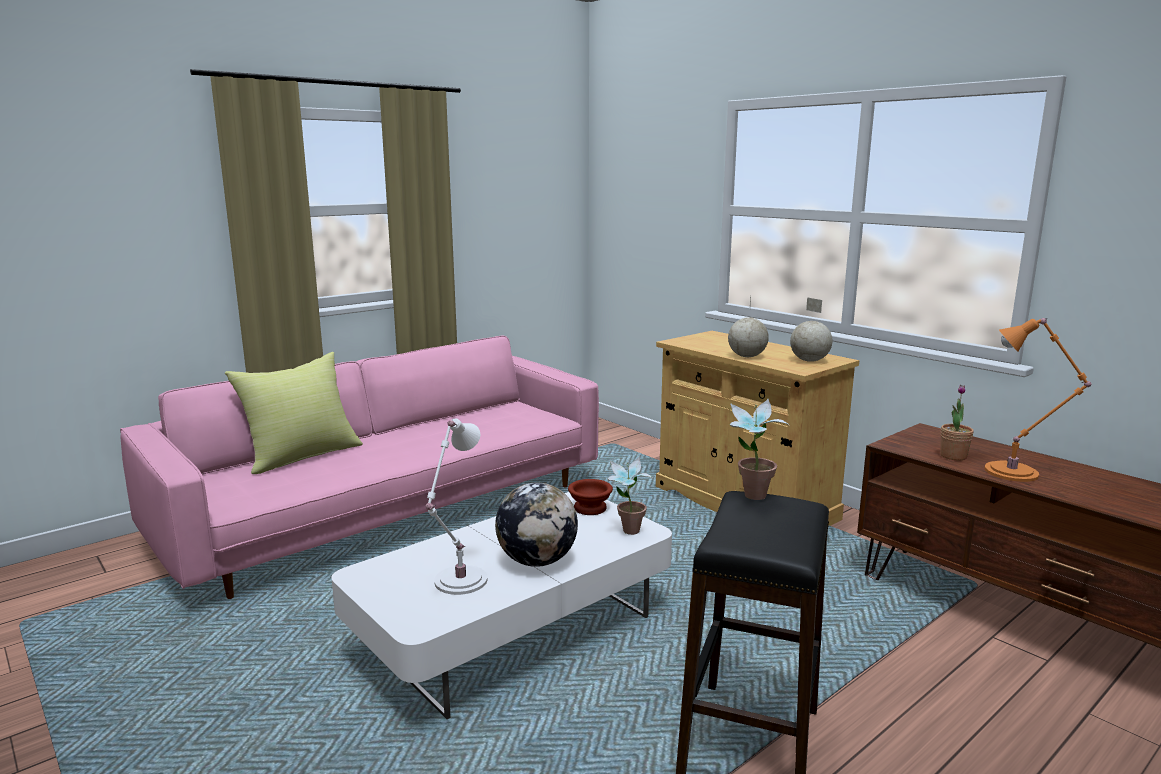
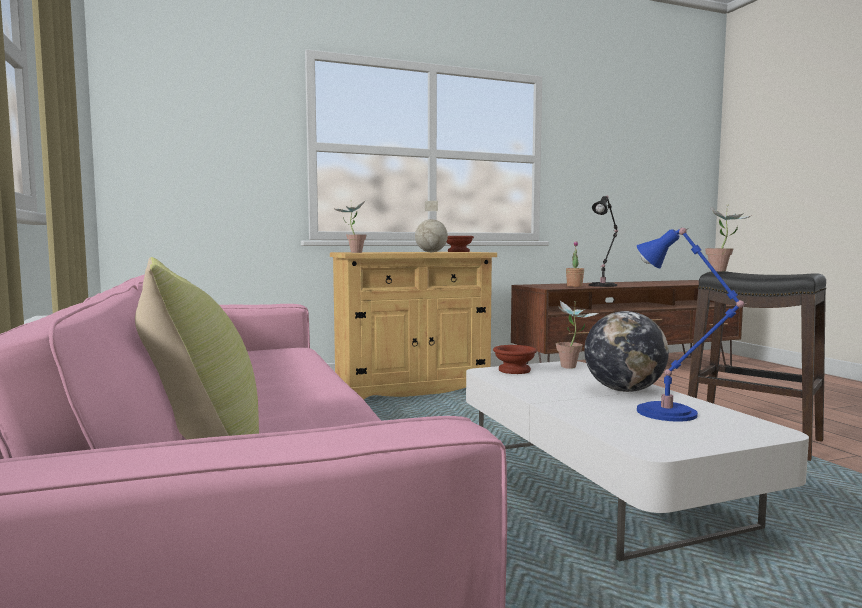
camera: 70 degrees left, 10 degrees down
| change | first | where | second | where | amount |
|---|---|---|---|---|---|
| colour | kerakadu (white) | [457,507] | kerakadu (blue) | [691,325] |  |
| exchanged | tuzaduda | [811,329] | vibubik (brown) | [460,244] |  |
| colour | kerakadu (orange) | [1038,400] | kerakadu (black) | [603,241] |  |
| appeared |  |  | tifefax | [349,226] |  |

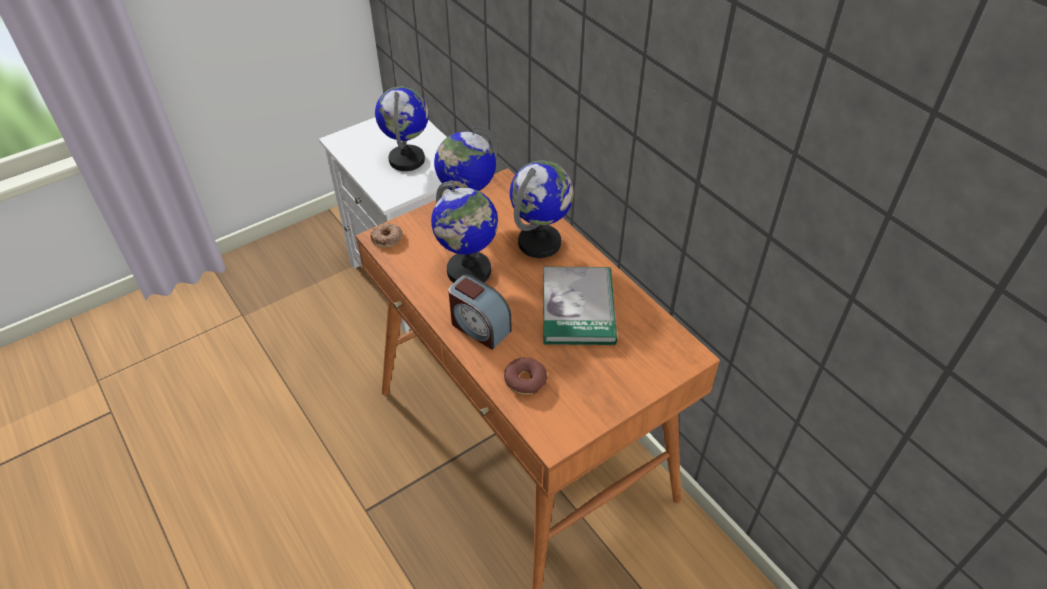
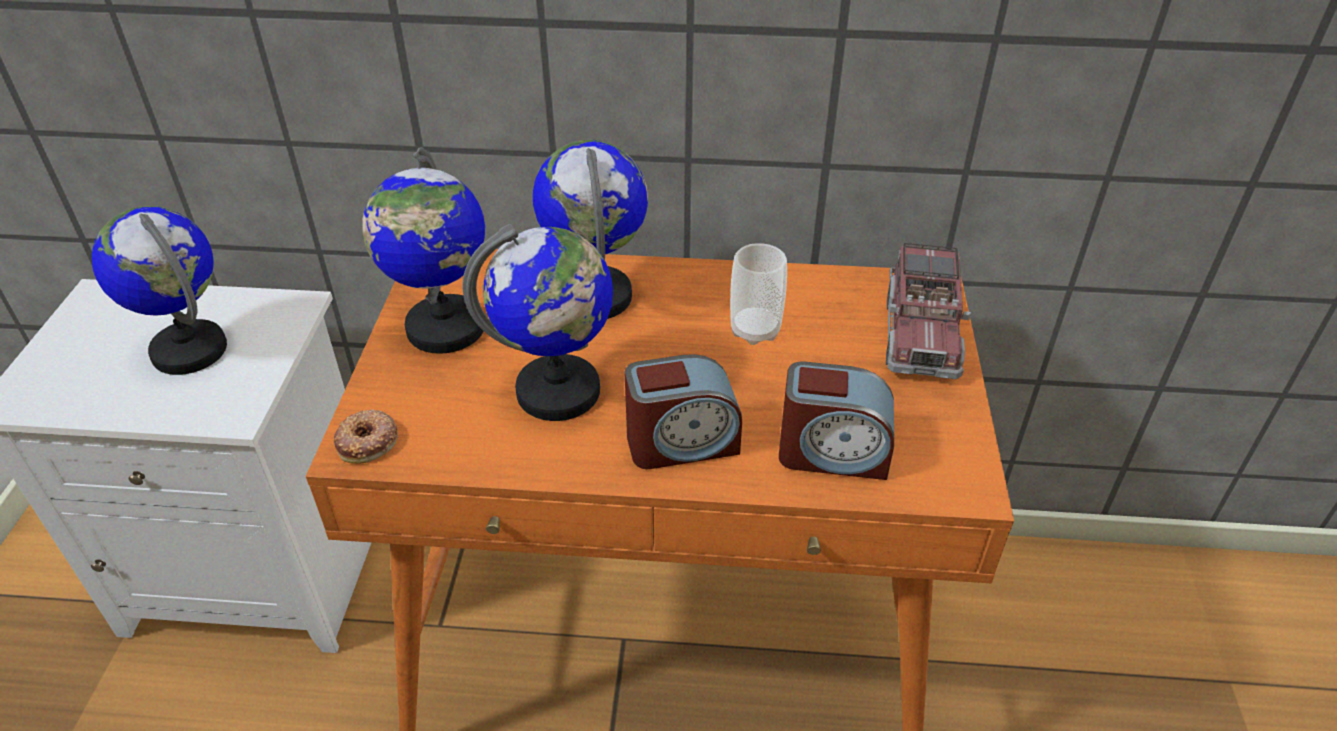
camera: 50 degrees left, 5 degrees down
| change | first | where | second | where | amount |
|---|---|---|---|---|---|
| exchanged | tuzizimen | [525,376] | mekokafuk | [836,420] |  |
| exchanged | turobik | [580,306] | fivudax | [758,294] |  |
| appeared |  |  | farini | [928,311] |  |

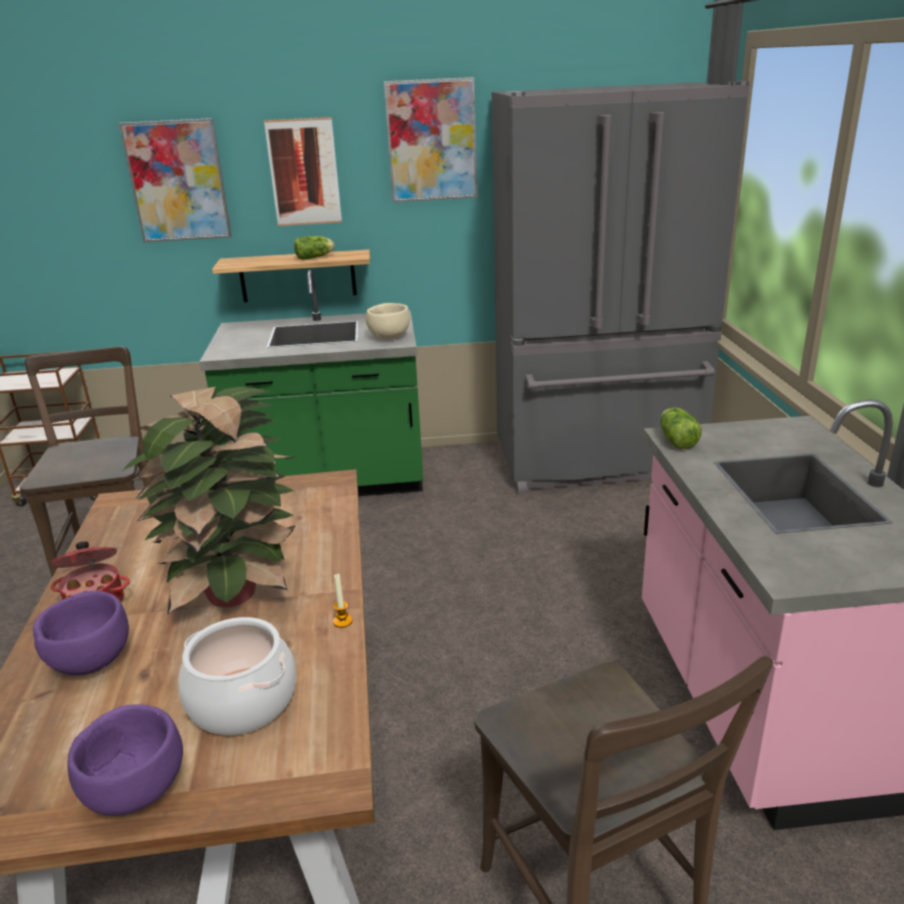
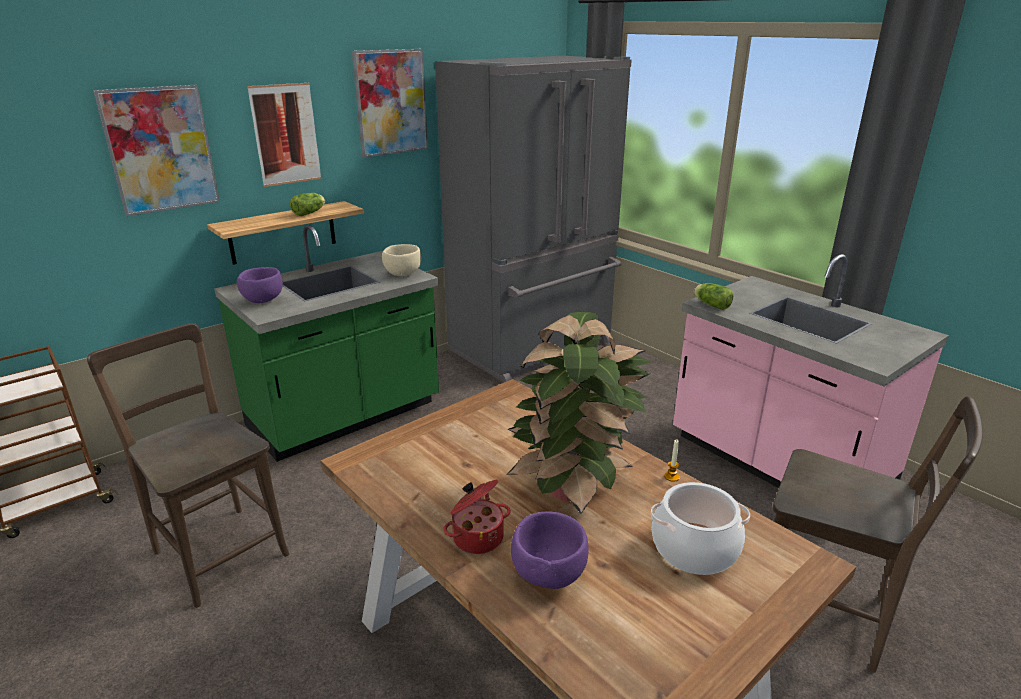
camera: 35 degrees left, 0 degrees up
| change | first | where | second | where | amount |
|---|---|---|---|---|---|
| relocated | vibubik (purple) | [125,760] |  | [260,285] |  |

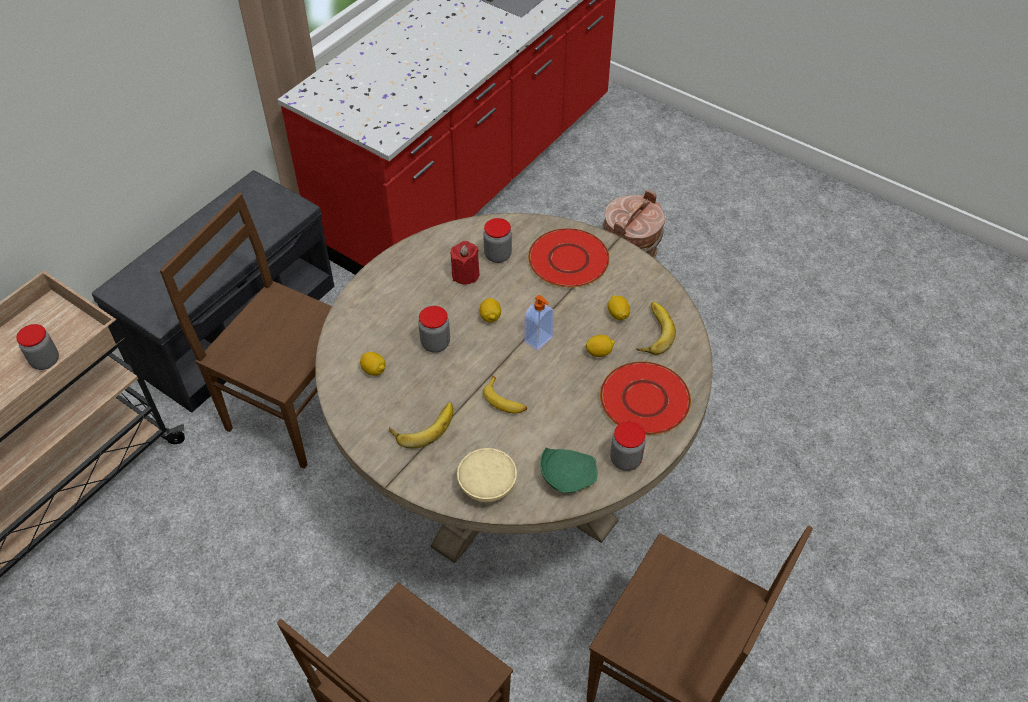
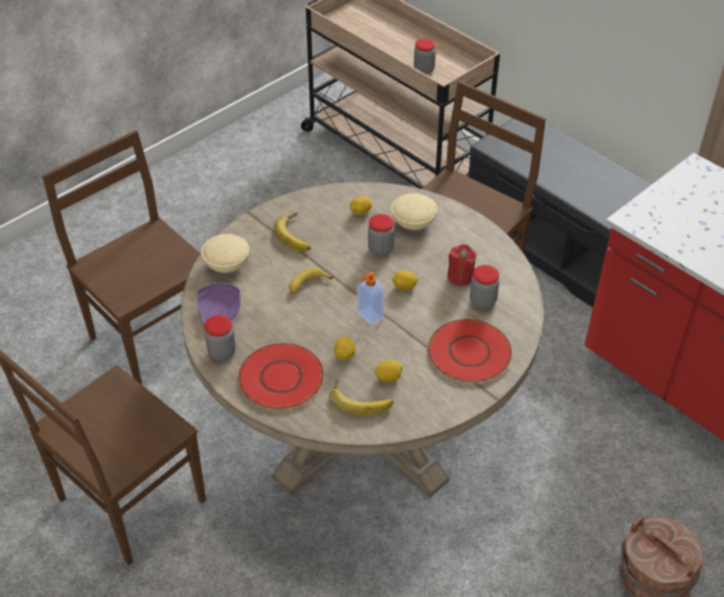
camera: 100 degrees right, 5 degrees down
| change | first | where | second | where | amount |
|---|---|---|---|---|---|
| colour | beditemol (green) | [569,470] | beditemol (purple) | [219,303] |  |
| appeared |  |  | vibubik (beige) | [414,211] |  |

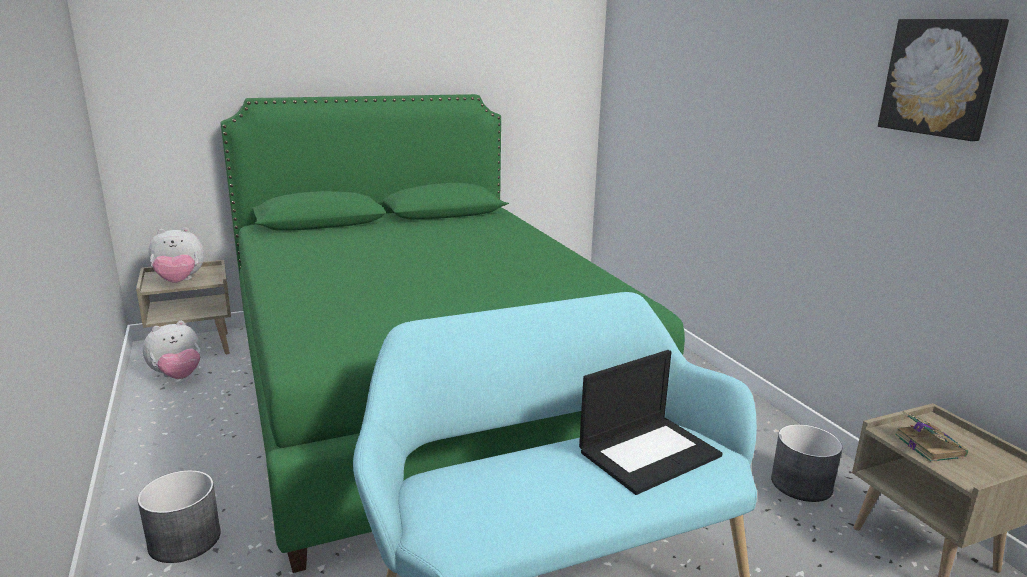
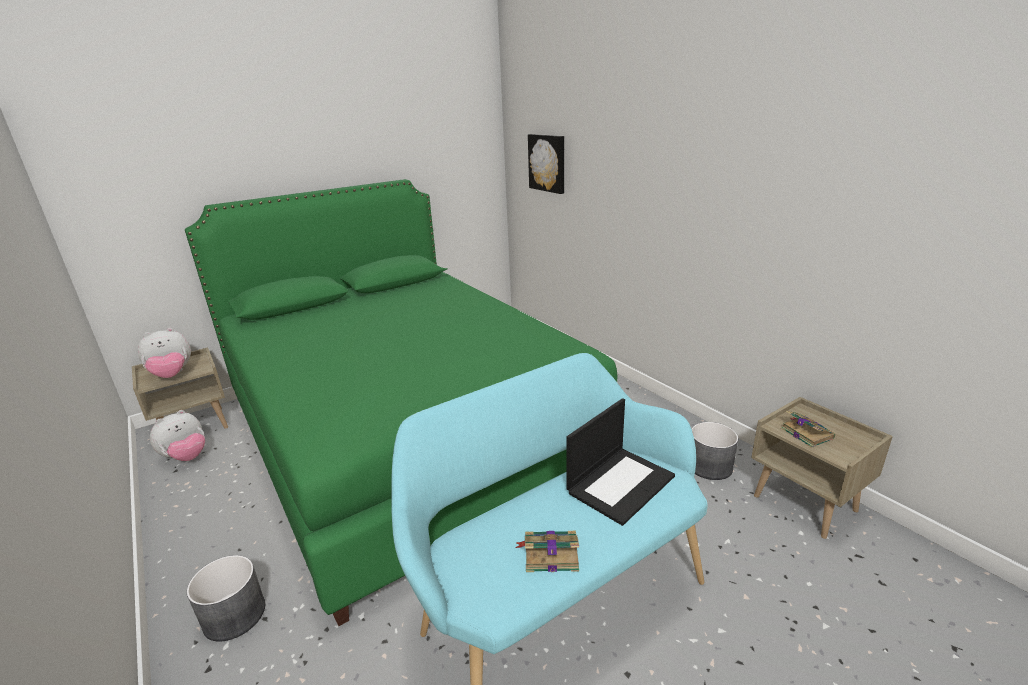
camera: 10 degrees left, 5 degrees up
| change | first | where | second | where | amount |
|---|---|---|---|---|---|
| relocated | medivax | [943,80] |  | [546,164] |  |
| appeared |  |  | turobik | [547,551] |  |

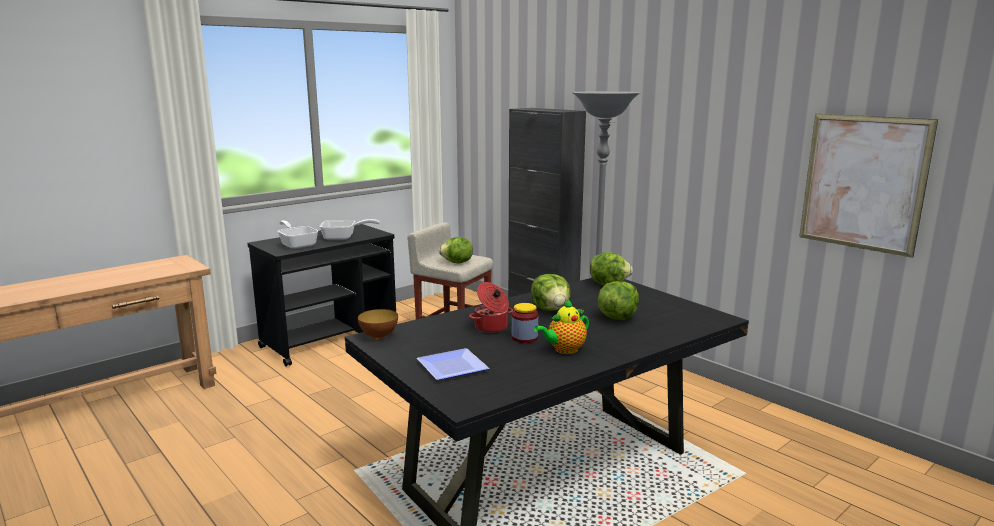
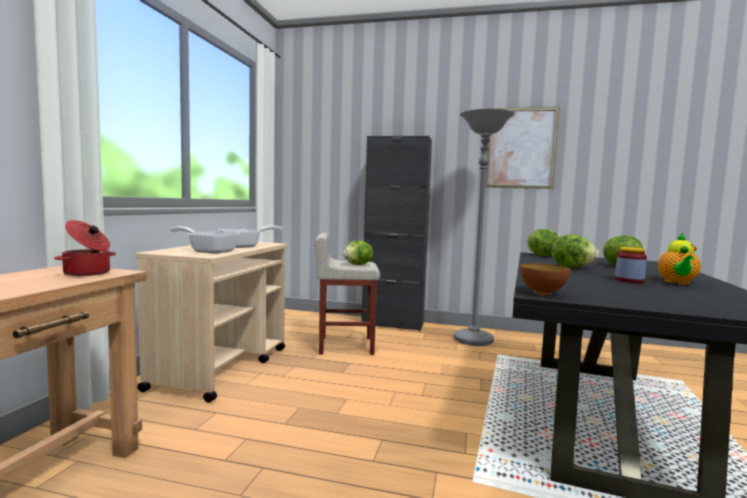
camera: 35 degrees left, 10 degrees down
| change | first | where | second | where | amount |
|---|---|---|---|---|---|
| colour | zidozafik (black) | [321,295] | zidozafik (beige) | [211,322] |  |
| missing | beditemol | [453,364] |  |  |  |
| relocated | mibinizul | [491,307] |  | [85,248] |  |
| relocated | medivax | [868,186] |  | [522,148] |  |

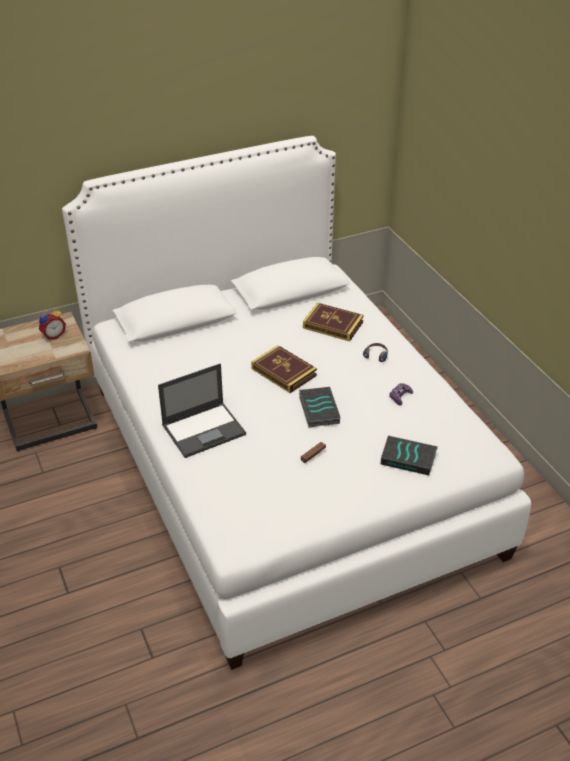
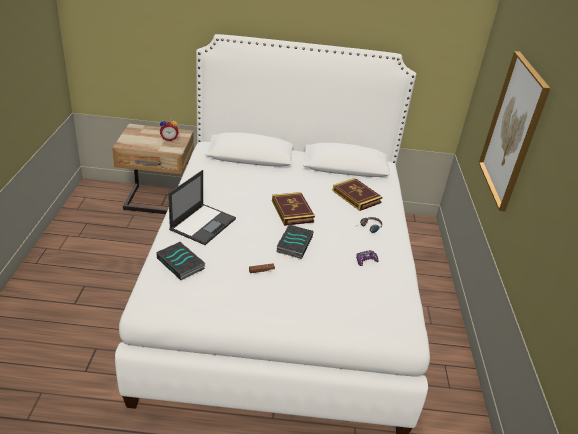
camera: 25 degrees right, 5 degrees down
| change | first | where | second | where | amount |
|---|---|---|---|---|---|
| spun | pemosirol | [202,410] |  | [202,207] | 60 degrees counterclockwise |
| relocated | turobik | [409,455] |  | [180,261] |  |
| appeared |  |  | medivax | [515,131] |  |

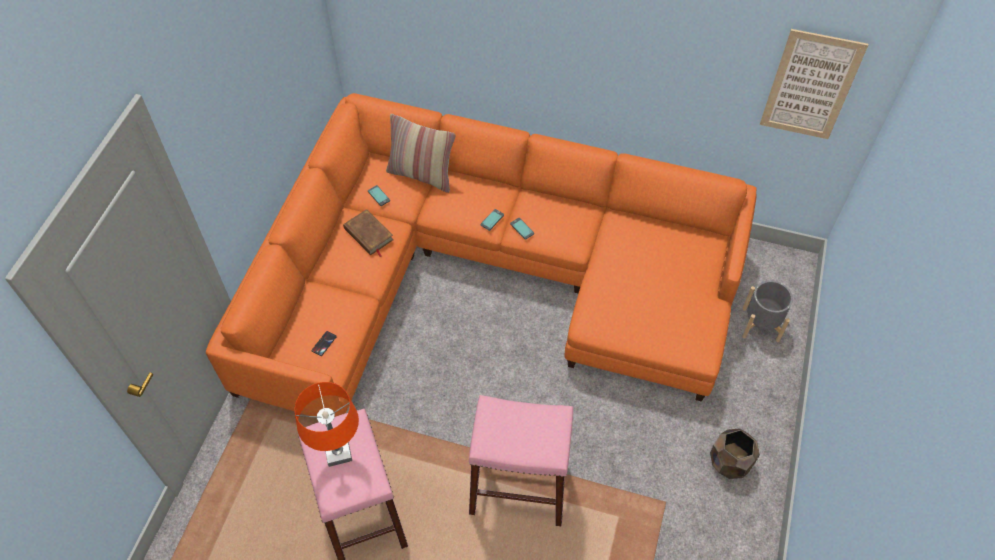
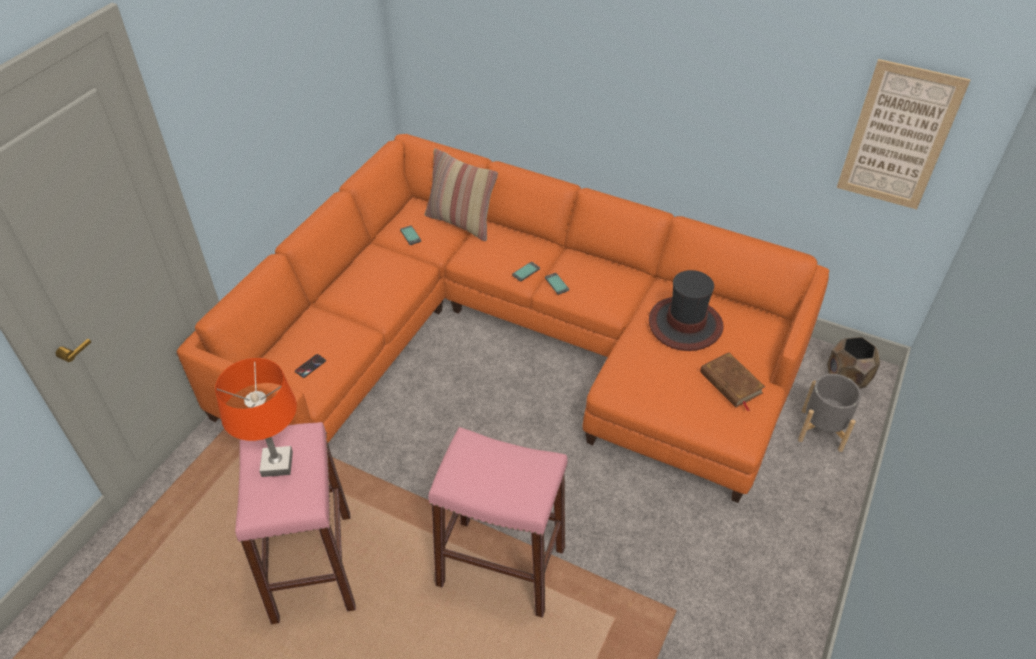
camera: 10 degrees right, 10 degrees down
| change | first | where | second | where | amount |
|---|---|---|---|---|---|
| relocated | turobik (brown) | [368,233] |  | [732,381] |  |
| relocated | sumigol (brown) | [735,453] |  | [853,363] |  |
| appeared |  |  | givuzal | [686,310] |  |

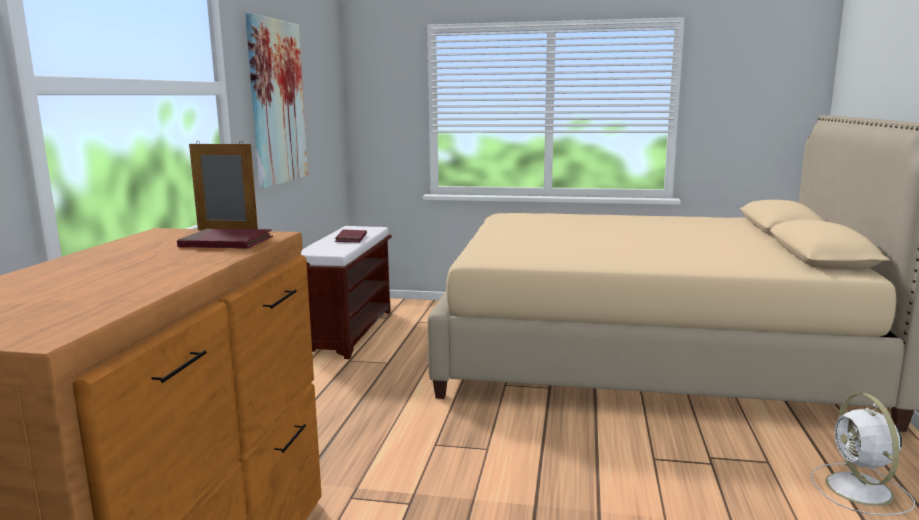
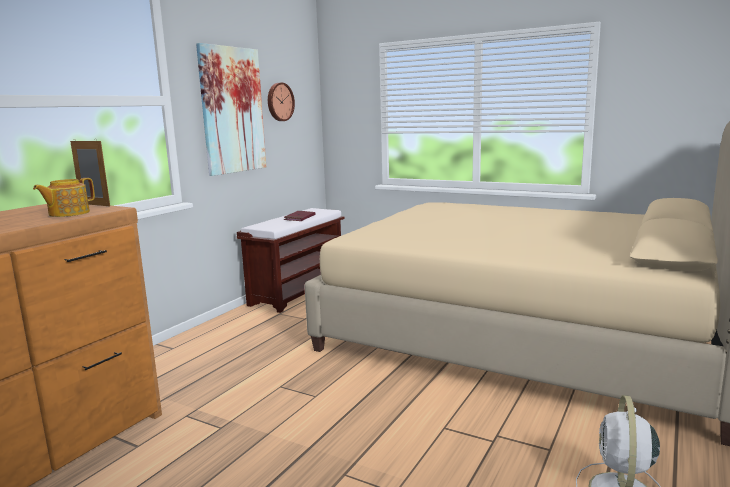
camera: 20 degrees right, 0 degrees up
| change | first | where | second | where | amount |
|---|---|---|---|---|---|
| exchanged | turobik (red) | [225,239] | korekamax | [64,197] |  |
| appeared |  |  | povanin | [281,102] |  |

